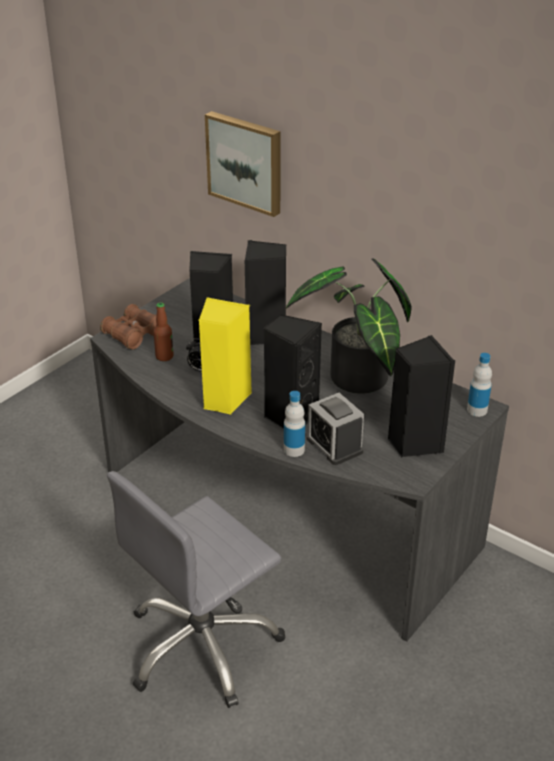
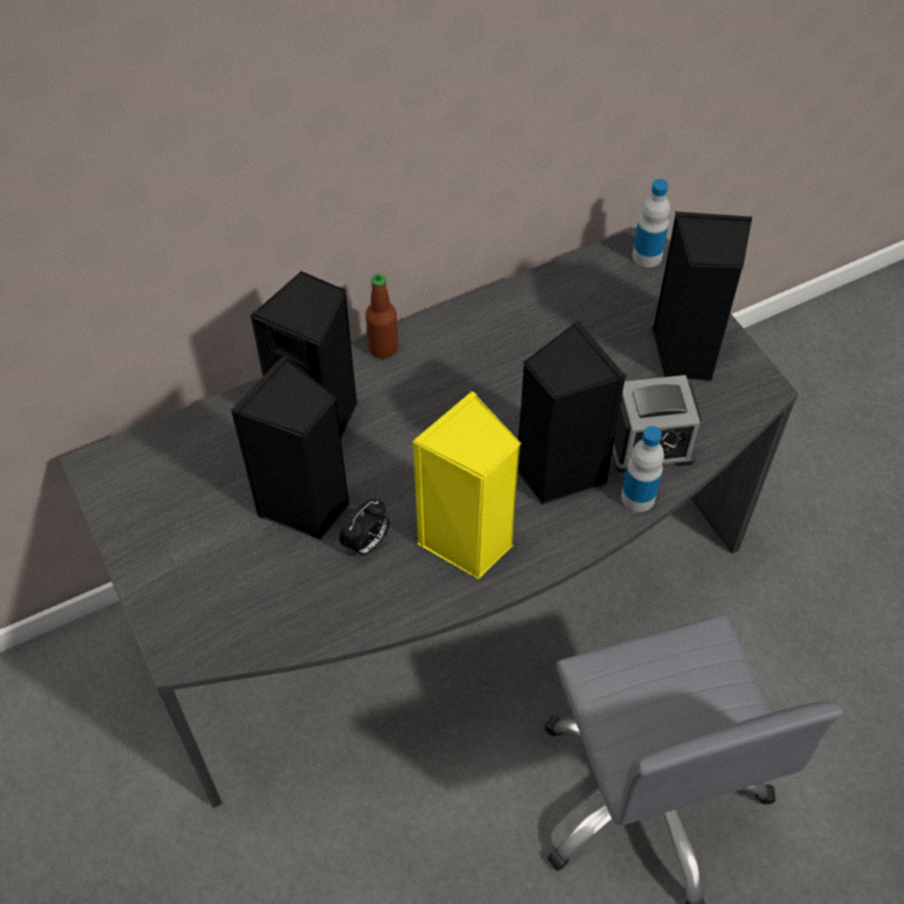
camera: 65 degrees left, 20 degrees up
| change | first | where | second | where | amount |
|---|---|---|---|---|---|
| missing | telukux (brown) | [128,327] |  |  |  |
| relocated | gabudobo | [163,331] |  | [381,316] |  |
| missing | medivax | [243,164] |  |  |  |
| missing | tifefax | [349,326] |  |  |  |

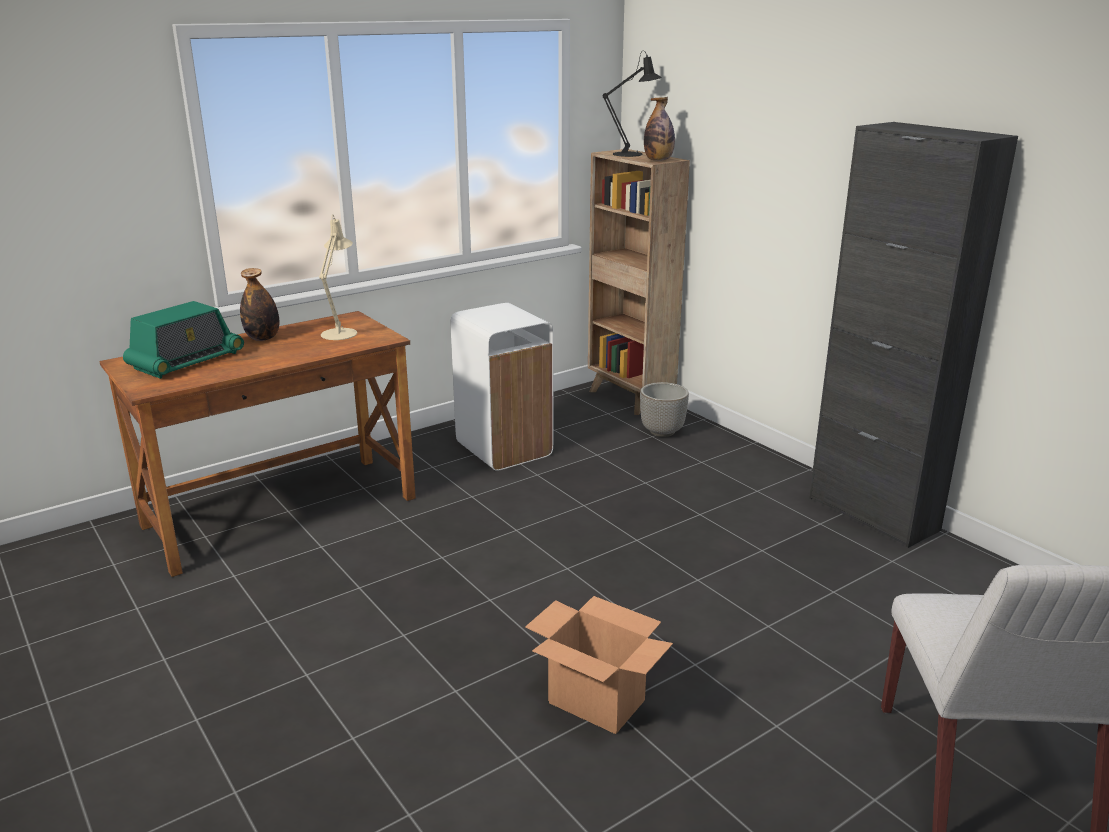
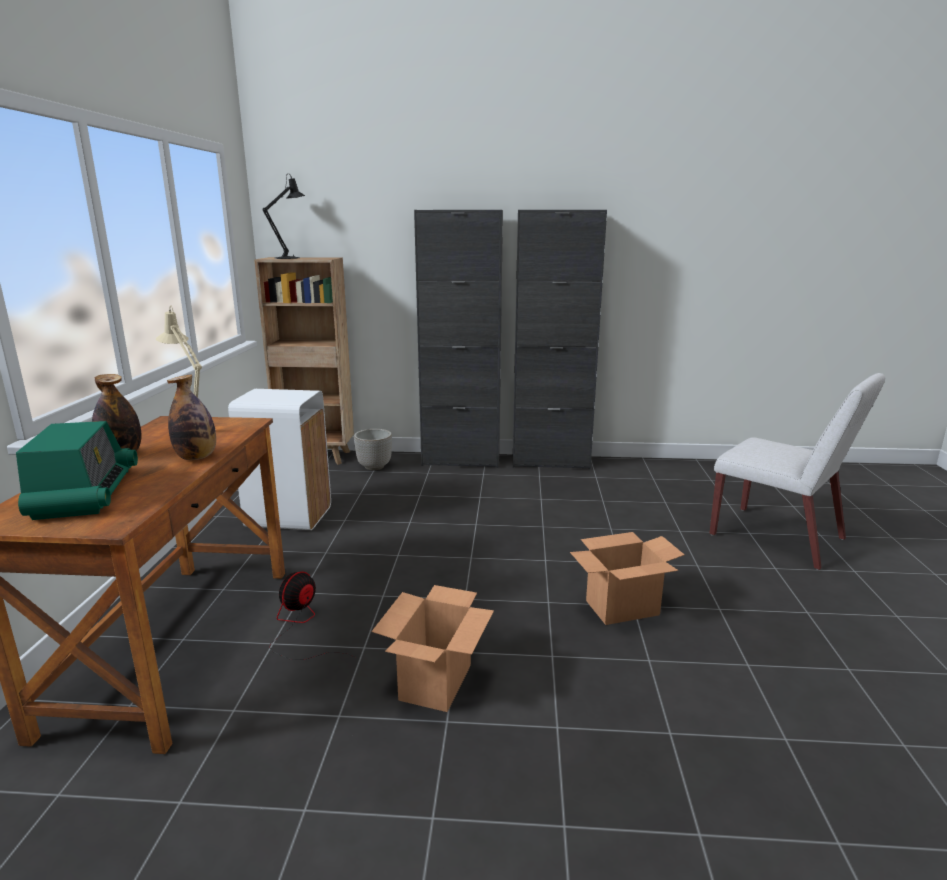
camera: 50 degrees left, 5 degrees down
| change | first | where | second | where | amount |
|---|---|---|---|---|---|
| relocated | gabudobo | [659,129] |  | [191,417] |  |
| appeared |  |  | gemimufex | [312,615] |  |
| appeared |  |  | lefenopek | [433,648] |  |
| appeared |  |  | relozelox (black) | [458,339] |  |

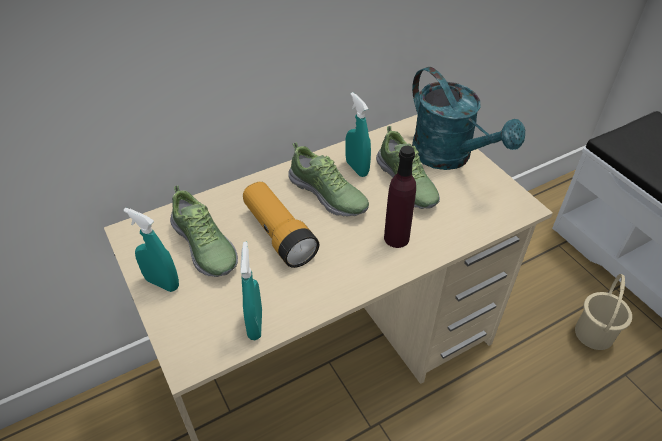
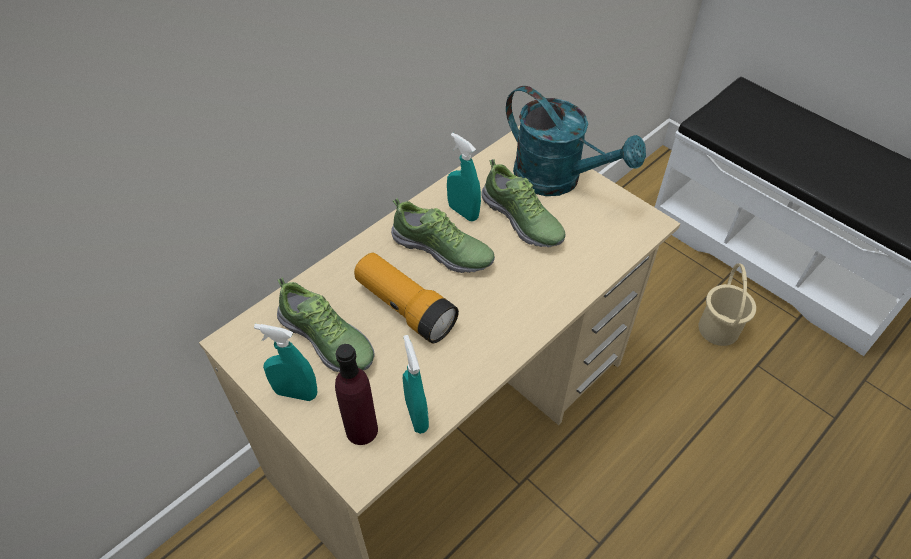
camera: 15 degrees left, 5 degrees up
| change | first | where | second | where | amount |
|---|---|---|---|---|---|
| relocated | gabudobo (purple) | [400,197] |  | [356,394] |  |

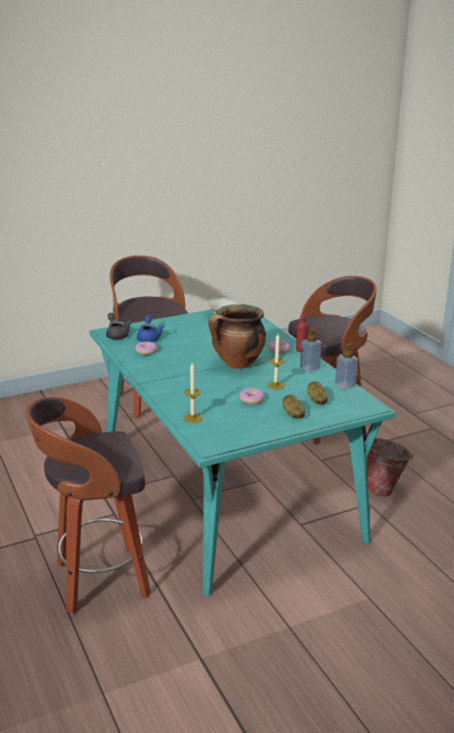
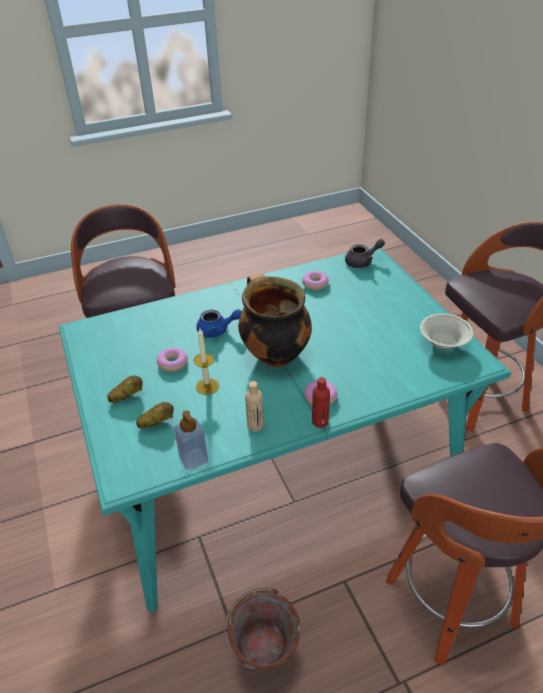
camera: 95 degrees right, 15 degrees up
| change | first | where | second | where | amount |
|---|---|---|---|---|---|
| relocated | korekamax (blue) | [150,328] |  | [219,323] |  |
| missing | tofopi | [193,393] |  |  |  |
| exchanged | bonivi | [311,350] | gabudobo (beige) | [254,406] |  |

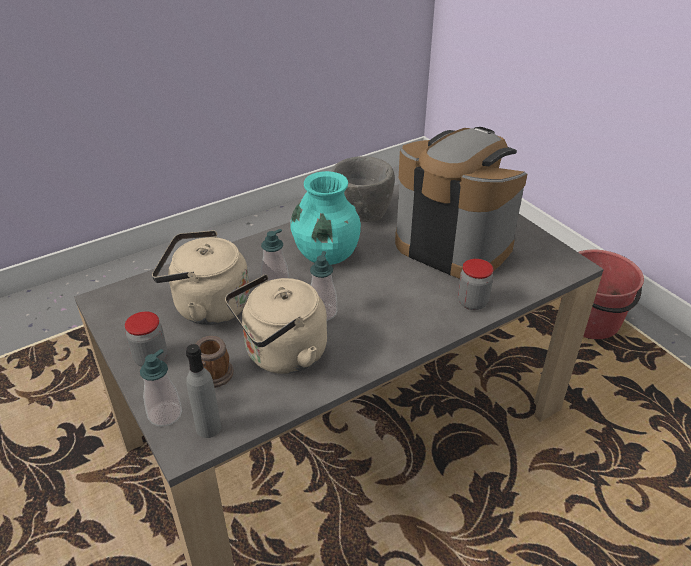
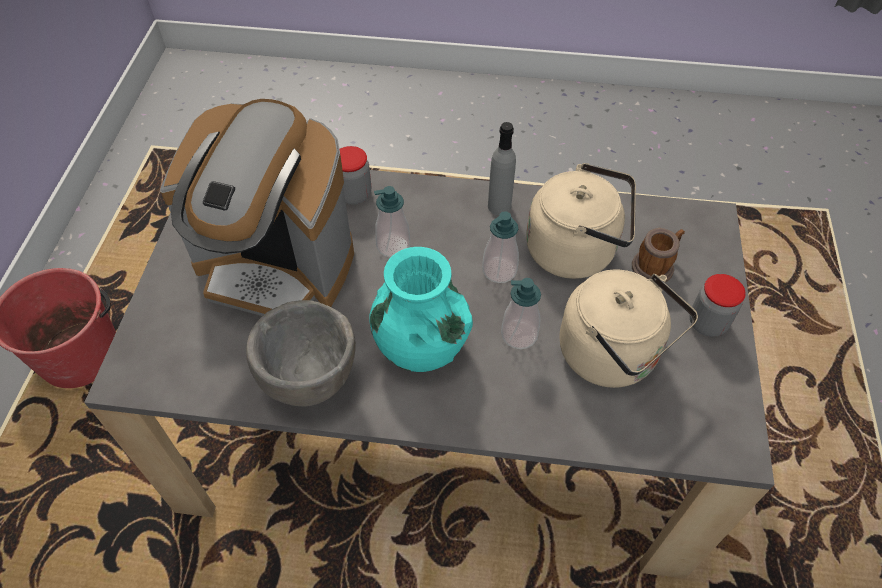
camera: 140 degrees left, 15 degrees up
| change | first | where | second | where | amount |
|---|---|---|---|---|---|
| relocated | bonivi | [161,388] |  | [392,222] |  |
| relocated | gabudobo (grey) | [203,391] |  | [502,168] |  |
| spun | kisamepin | [461,203] |  | [257,207] | 60 degrees counterclockwise |

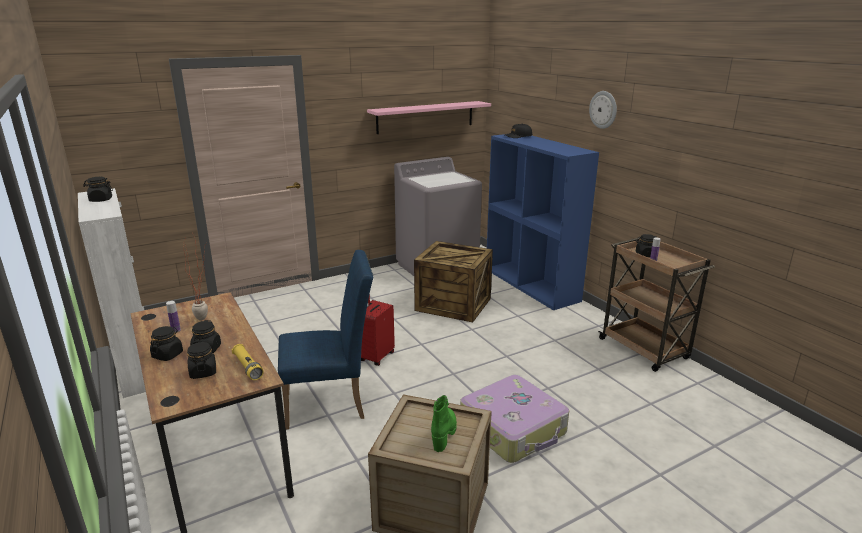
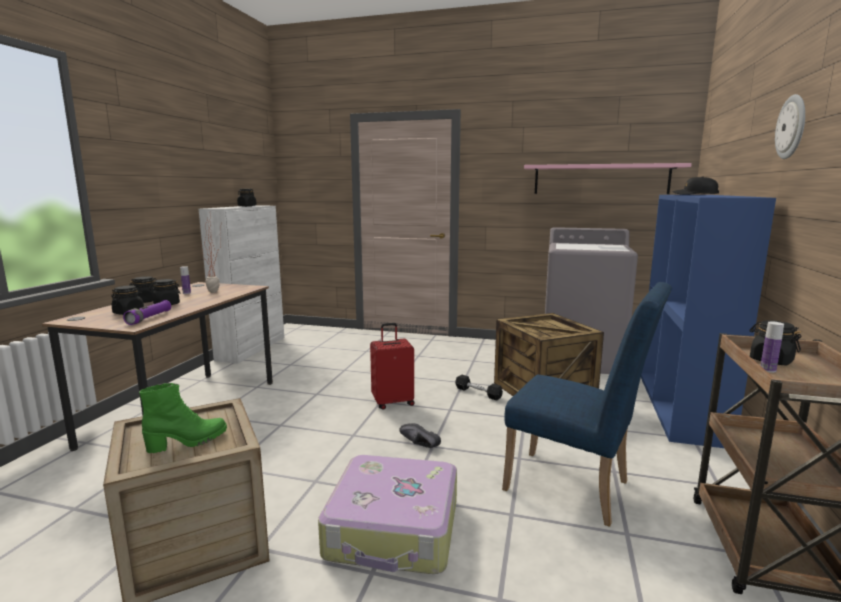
camera: 45 degrees right, 10 degrees down
| change | first | where | second | where | amount |
|---|---|---|---|---|---|
| colour | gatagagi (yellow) | [247,362] | gatagagi (purple) | [147,312] |  |
| relocated | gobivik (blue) | [325,339] |  | [587,404] |  |
| appeared |  |  | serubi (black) | [420,435] |  |
| appeared |  |  | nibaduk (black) | [479,388] |  |

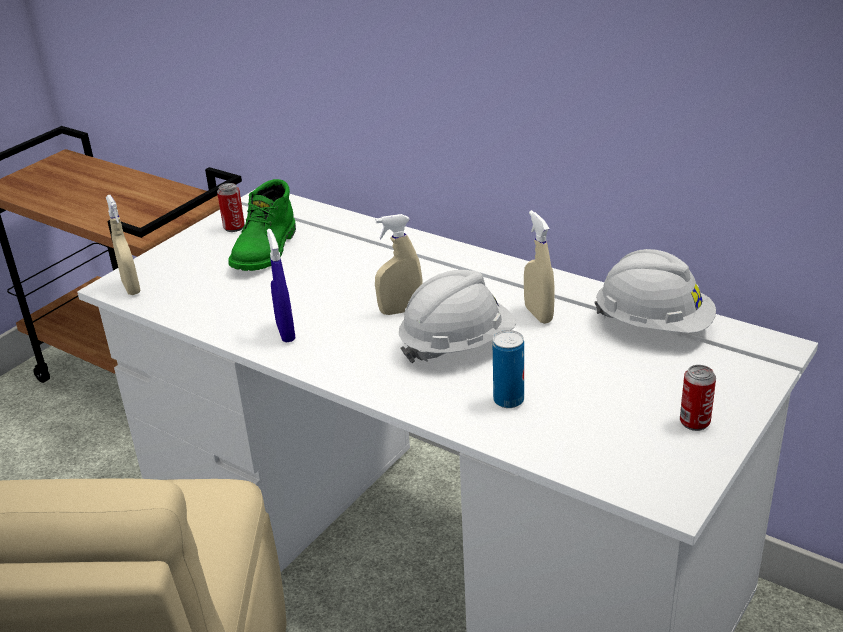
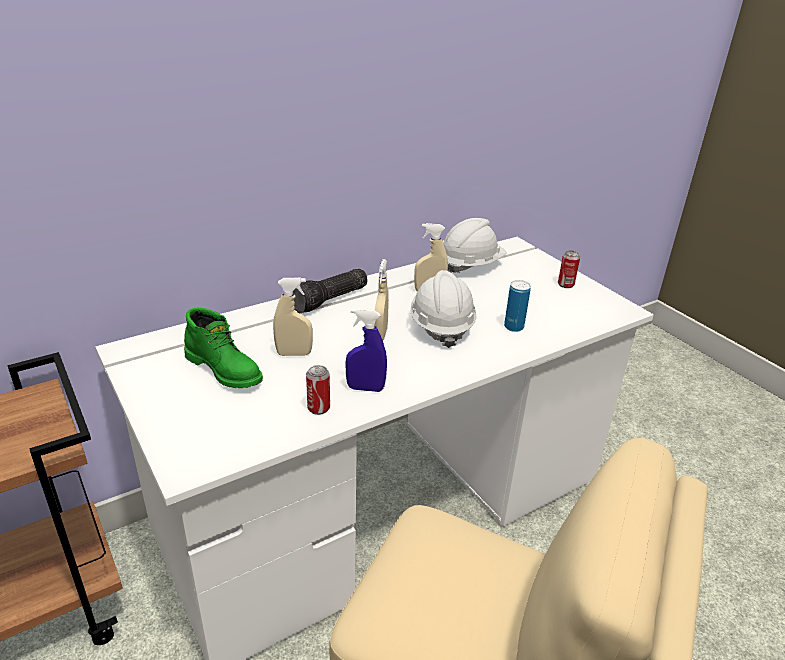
camera: 70 degrees left, 0 degrees up
| change | first | where | second | where | amount |
|---|---|---|---|---|---|
| relocated | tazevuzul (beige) | [123,245] |  | [293,317] |  |
| relocated | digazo | [231,207] |  | [318,390] |  |
| appeared |  |  | gatagagi | [330,291] |  |

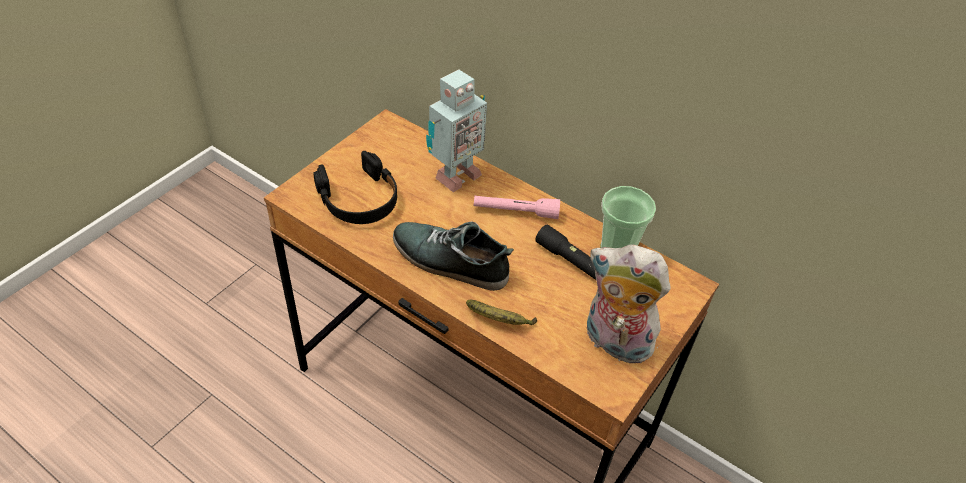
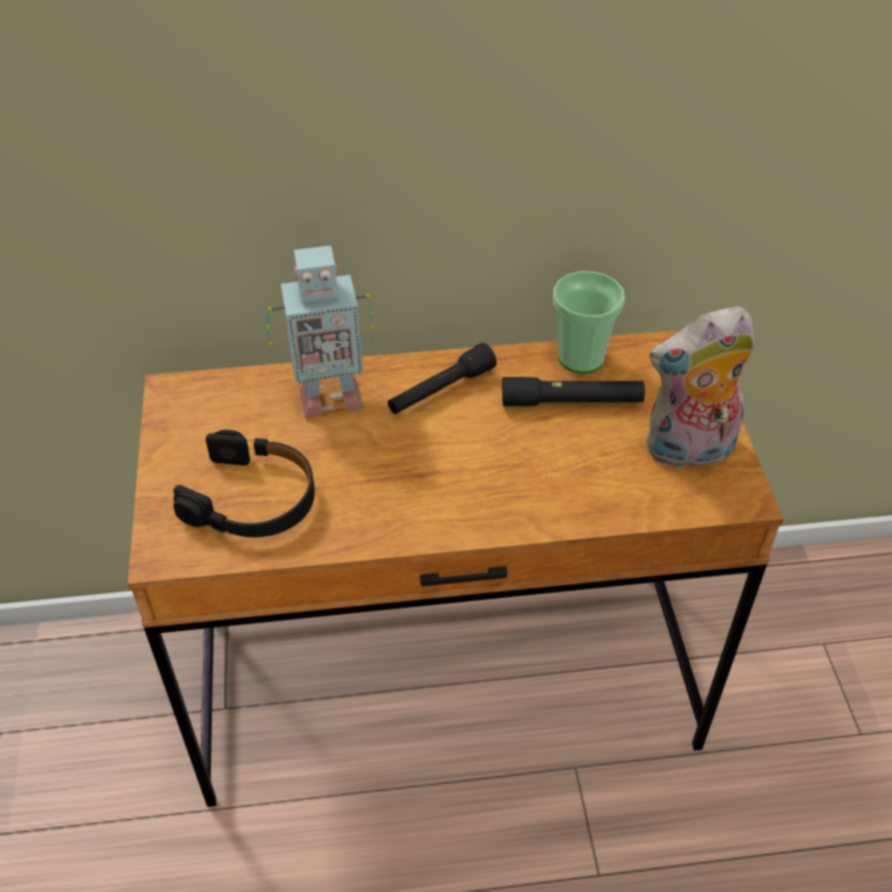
camera: 40 degrees left, 0 degrees up
| change | first | where | second | where | amount |
|---|---|---|---|---|---|
| missing | serubi | [453,256] |  |  |  |
| spun | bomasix | [456,131] |  | [320,331] | 75 degrees clockwise |
| missing | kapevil | [501,312] |  |  |  |
| colour | gatagagi (pink) | [517,207] | gatagagi (black) | [442,378] |  |

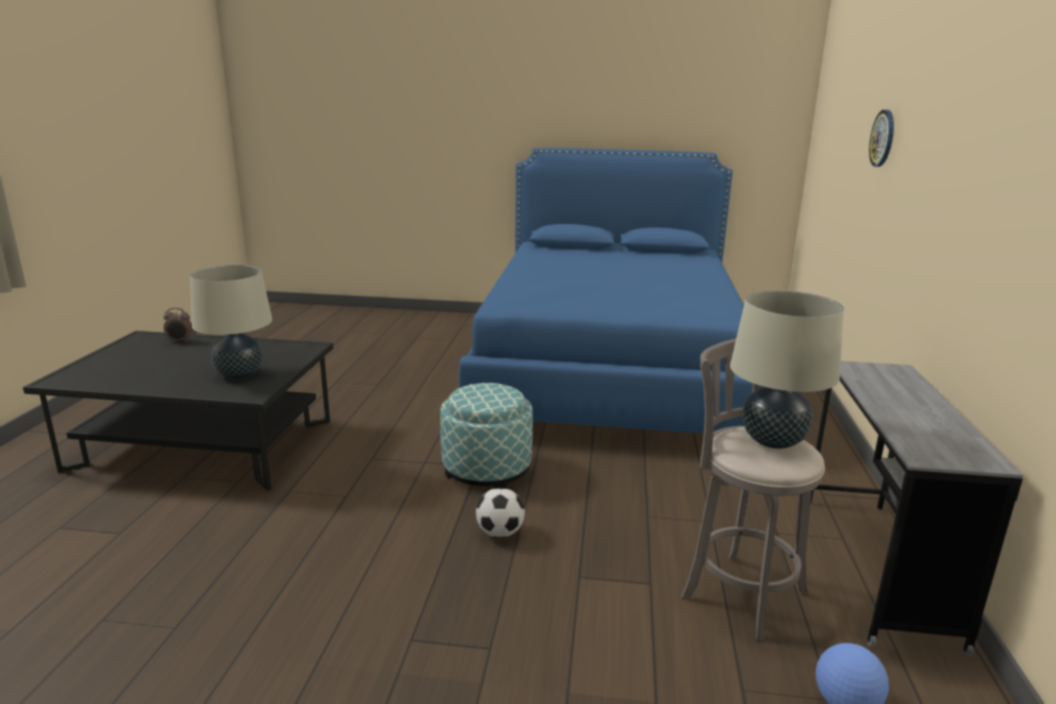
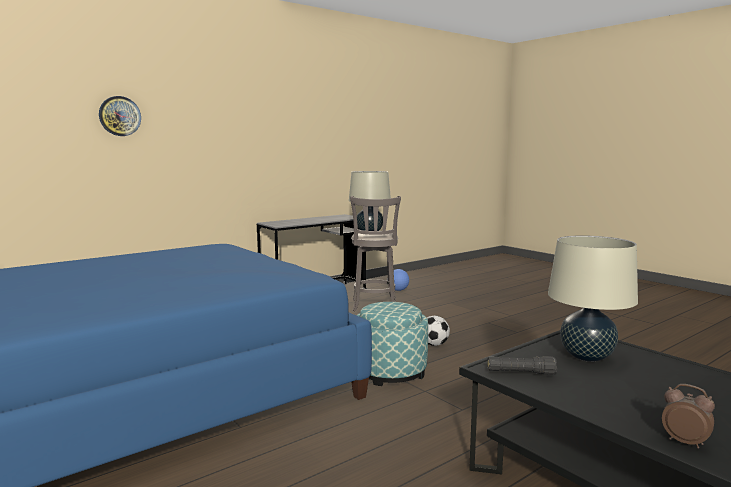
camera: 135 degrees left, 10 degrees down
| change | first | where | second | where | amount |
|---|---|---|---|---|---|
| appeared |  |  | gatagagi (black) | [522,365] |  |

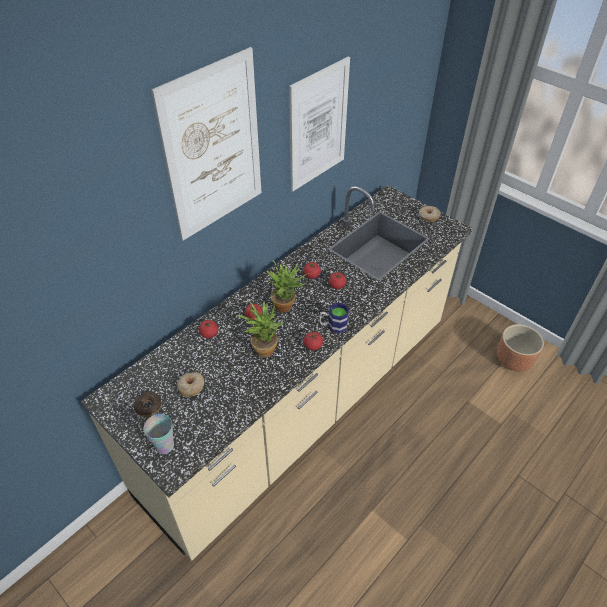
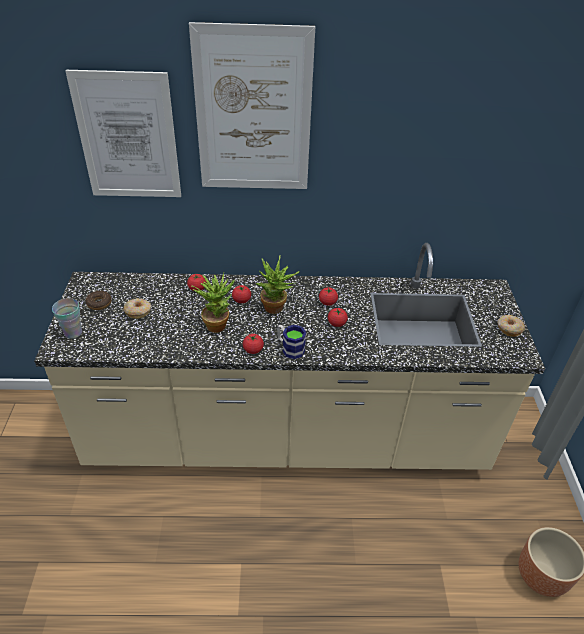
camera: 45 degrees right, 5 degrees down
| change | first | where | second | where | amount |
|---|---|---|---|---|---|
| relocated | medivax | [319,124] |  | [123,133] |  |

